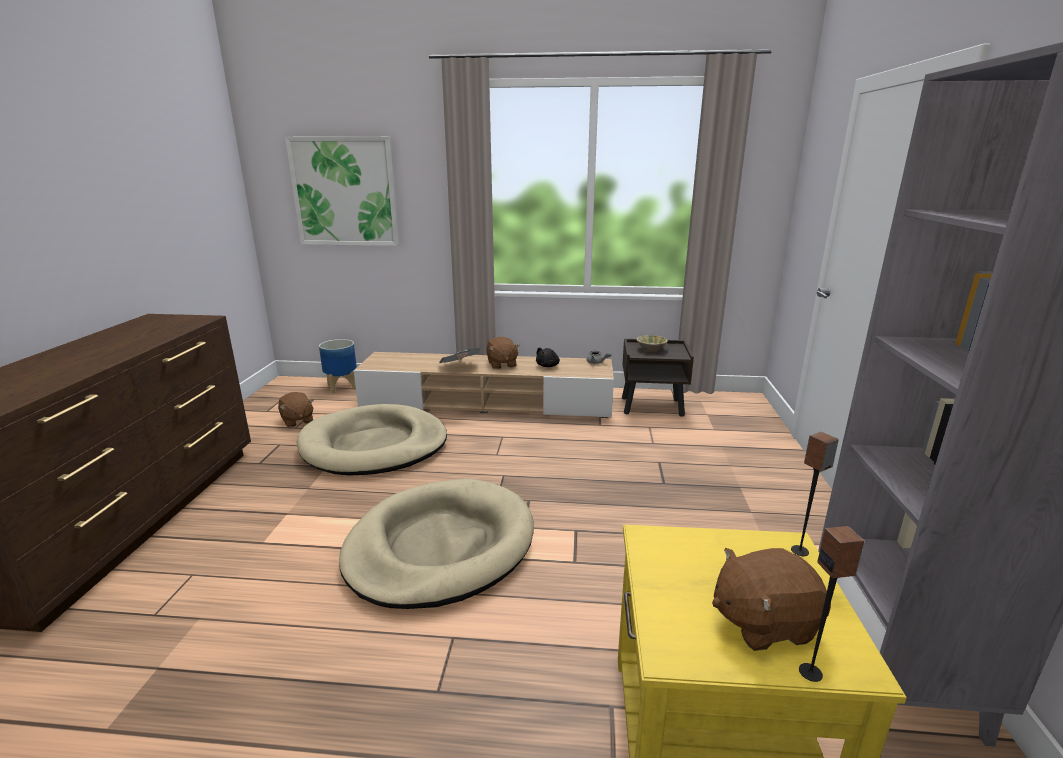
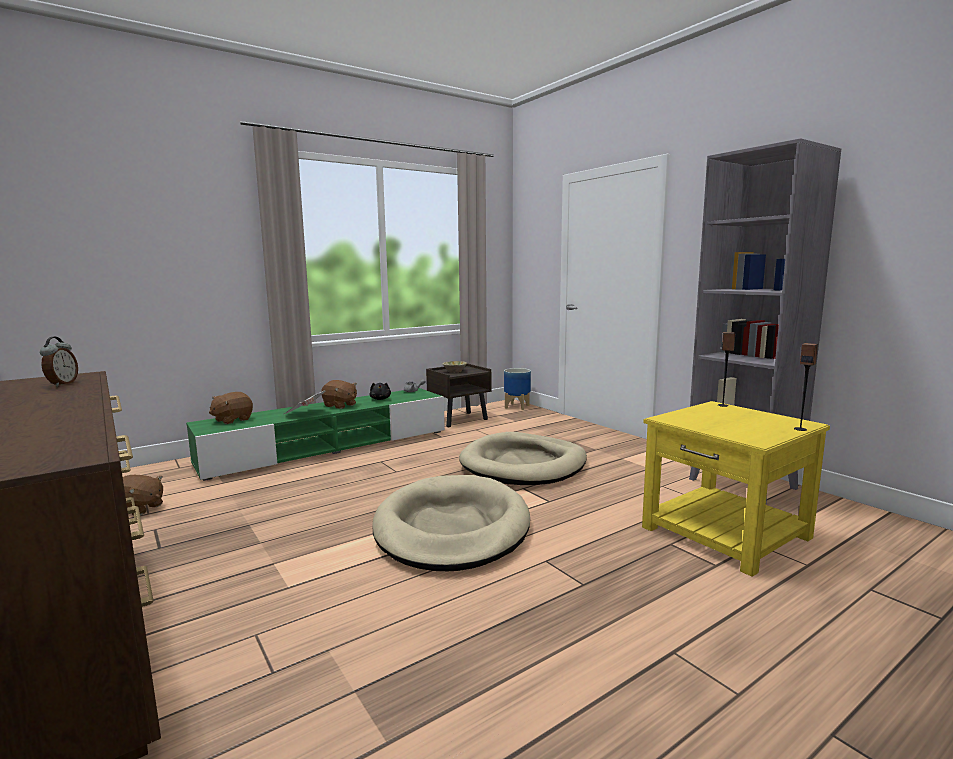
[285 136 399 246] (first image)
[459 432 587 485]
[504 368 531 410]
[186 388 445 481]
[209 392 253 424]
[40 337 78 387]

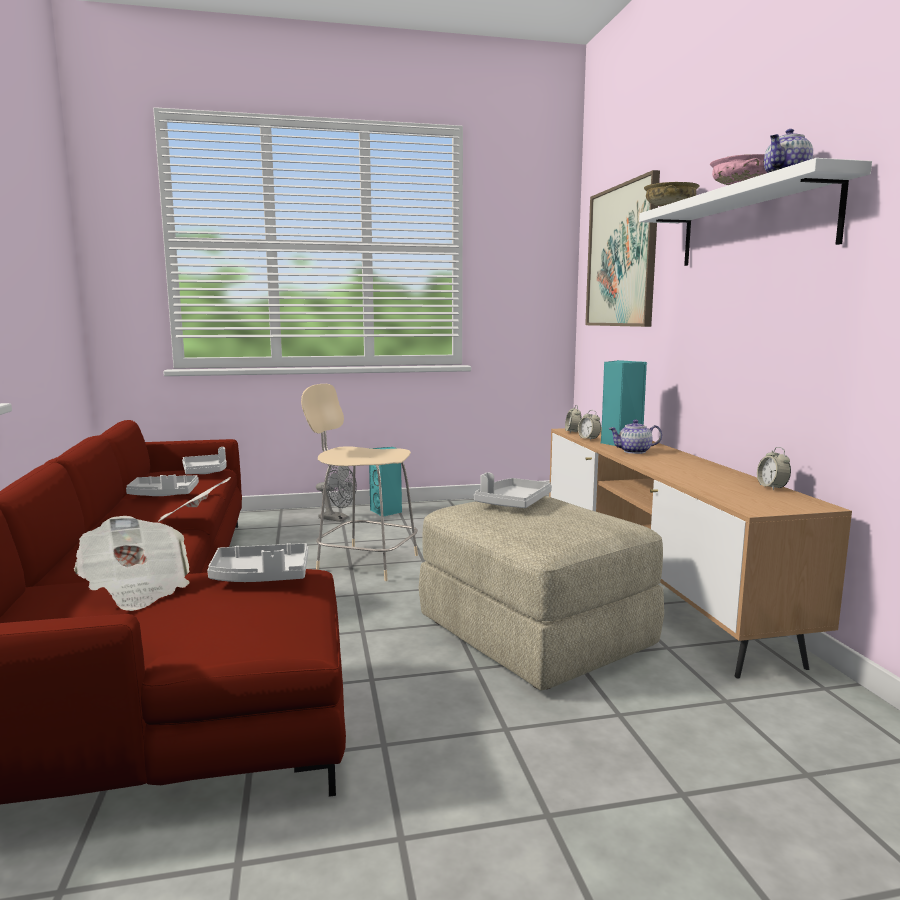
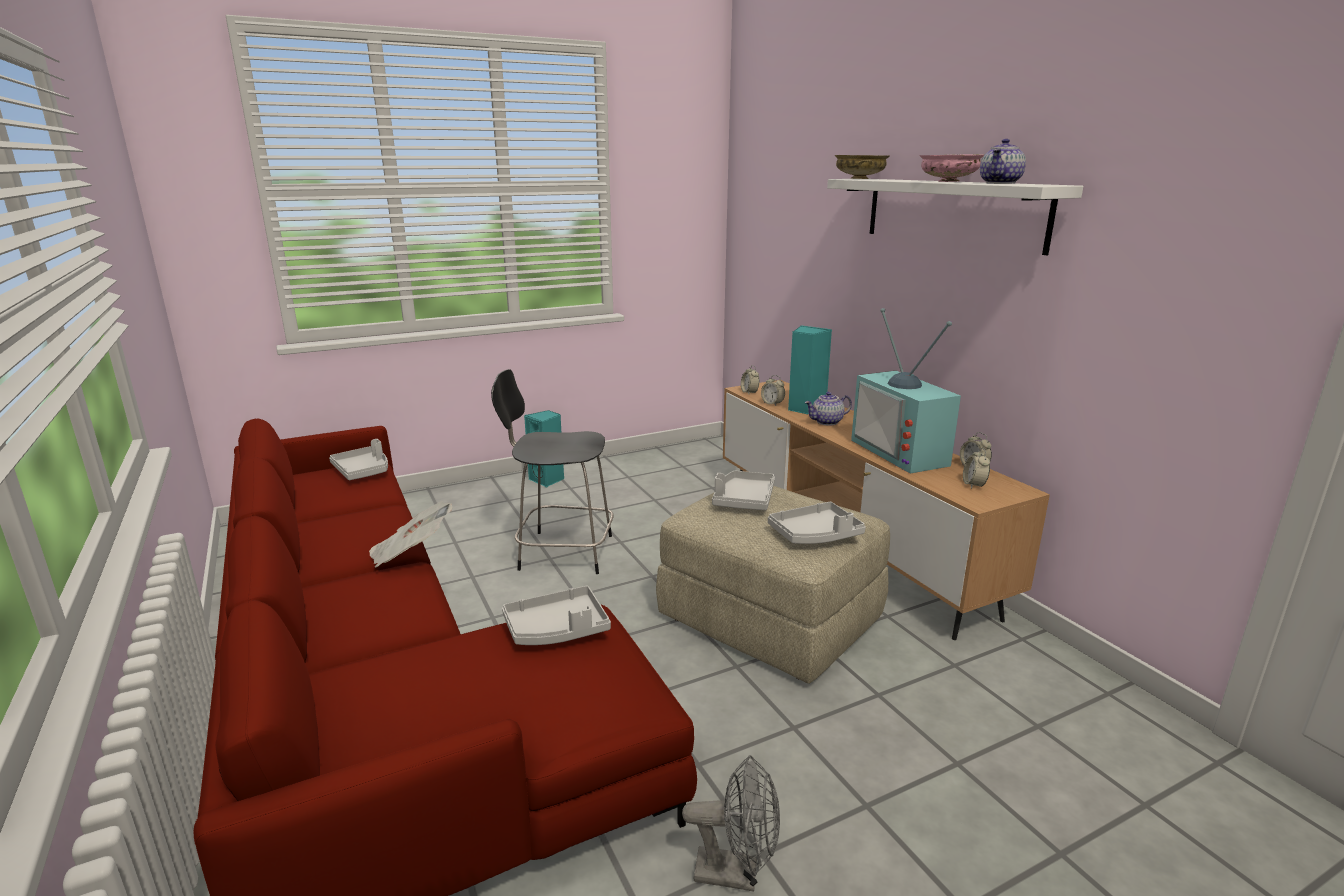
[74 516 190 611] (first image)
[768 502 866 544]
[491 369 614 574]
[682 755 780 892]
[585 170 660 327] (first image)
[851 308 961 474]
[963 448 990 489]

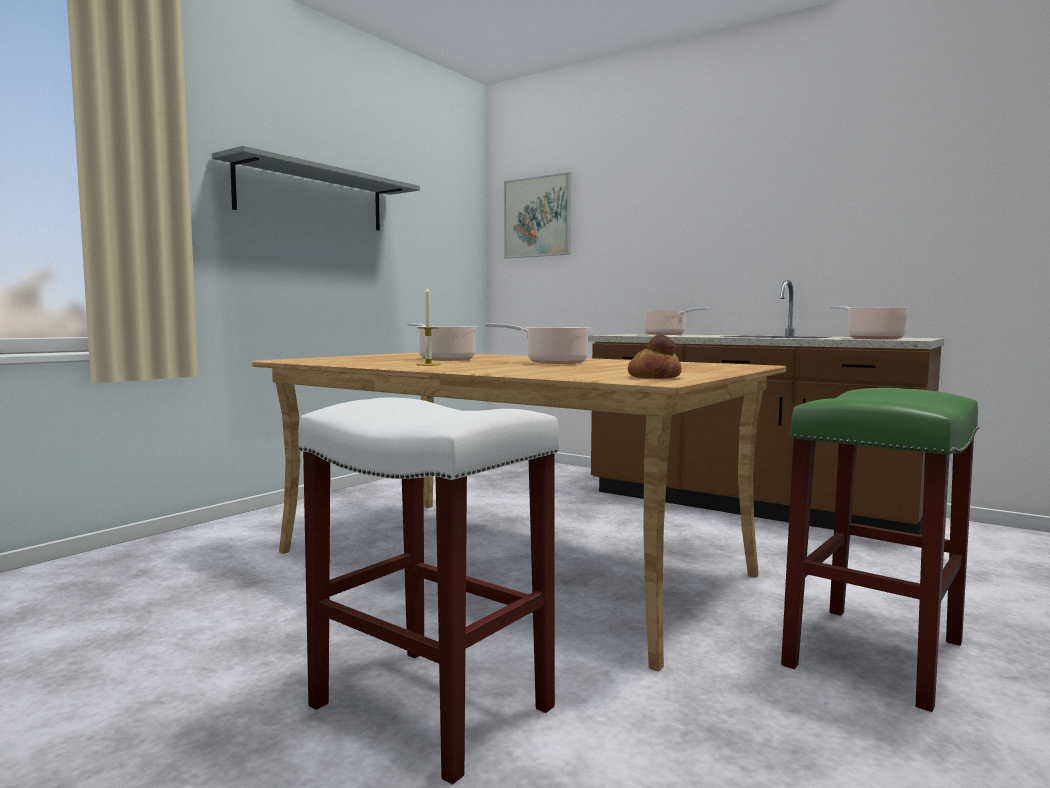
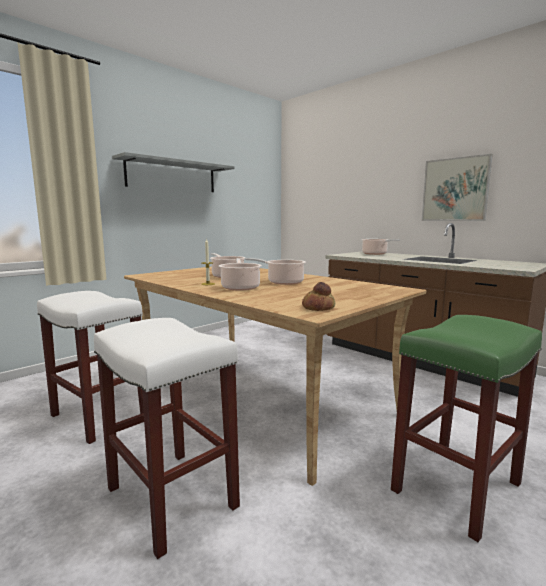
[422 154 493 221]
[219 258 262 291]
[37 291 144 444]

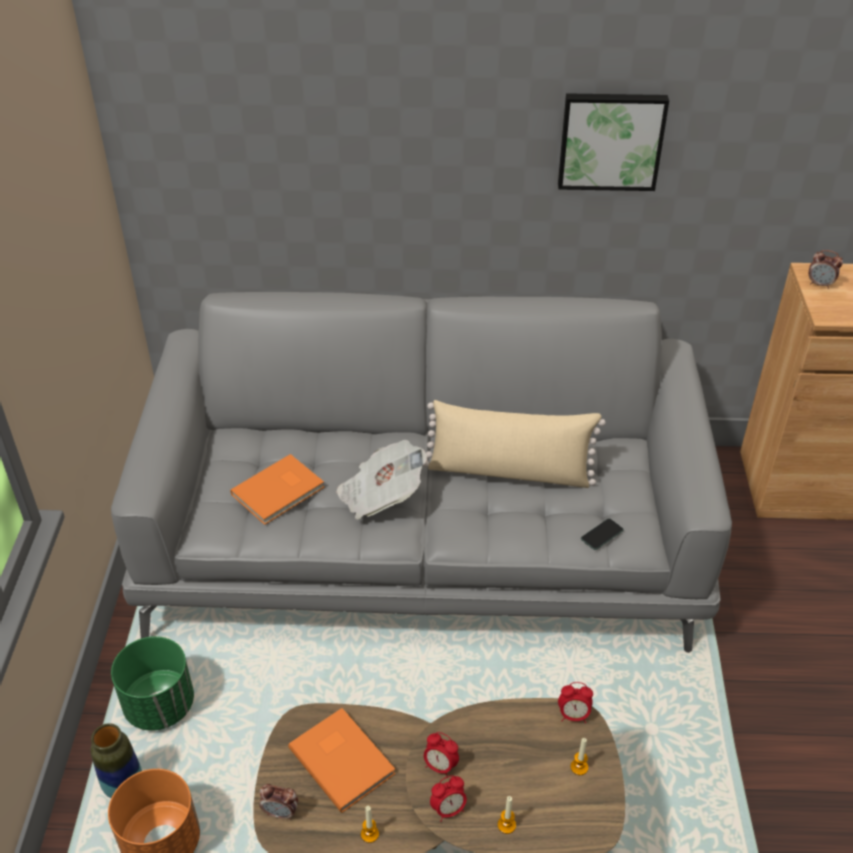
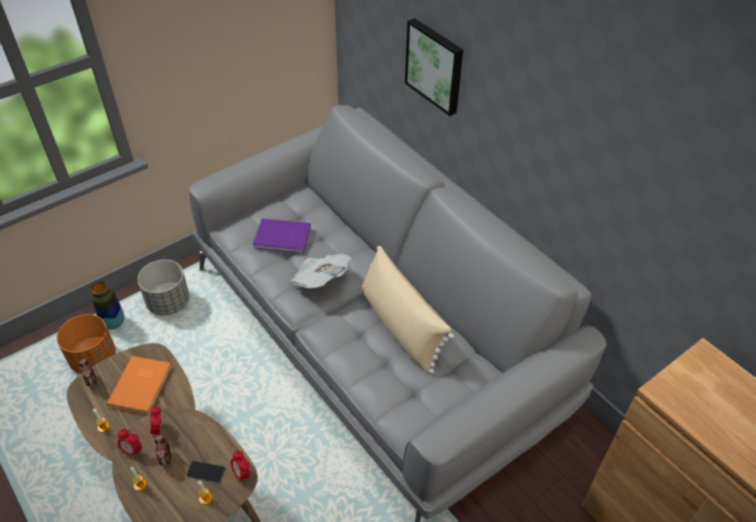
[138 260 189 316]
[253 218 311 253]
[405 18 463 116]
[187 461 225 483]
[155 435 171 467]

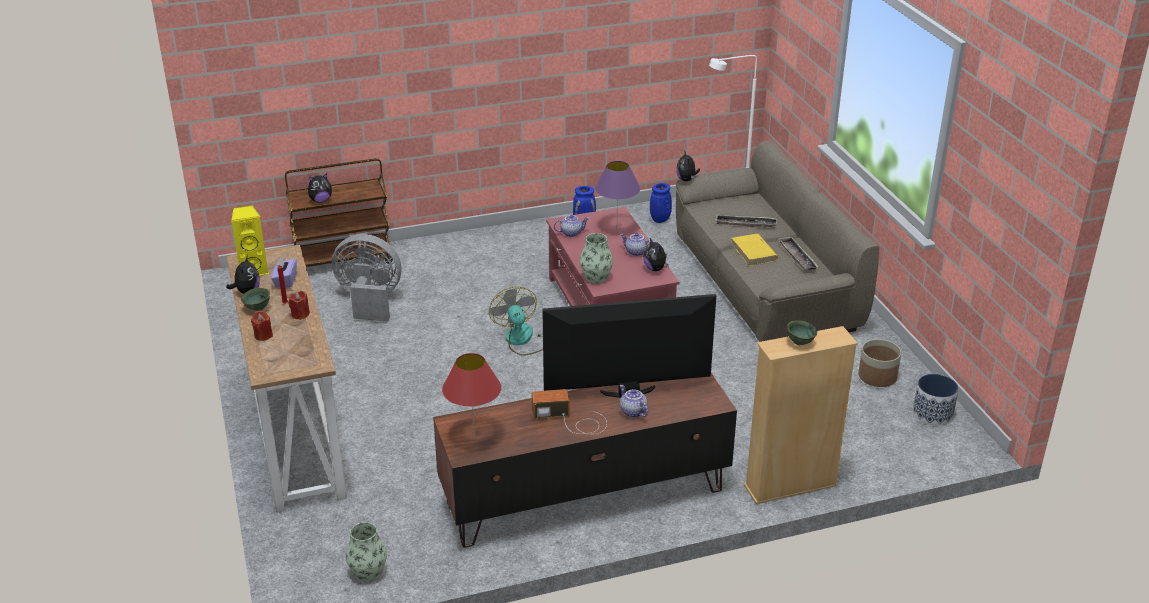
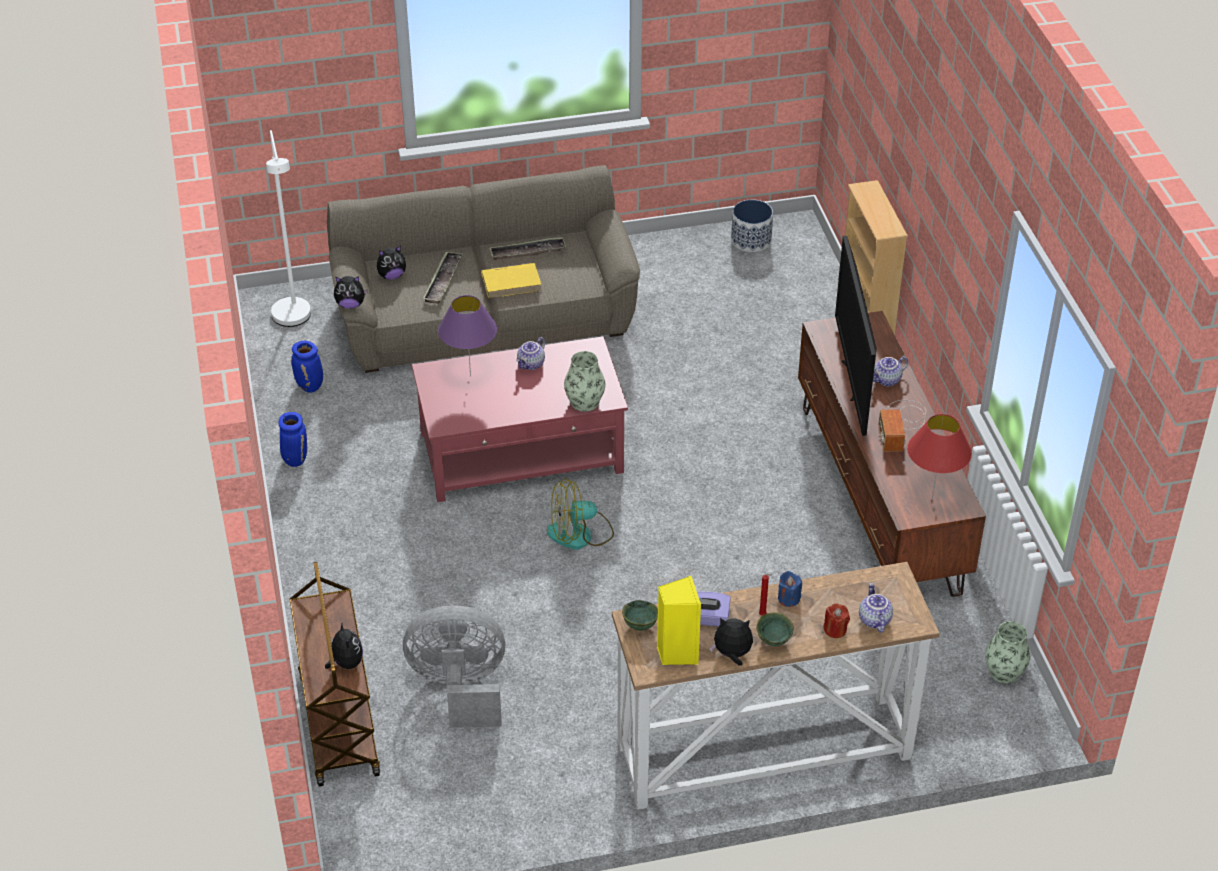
[778 571 802 607]
[403 605 505 728]
[859 583 893 633]
[377 245 406 280]
[622 600 658 631]
[858 339 901 387] (first image)

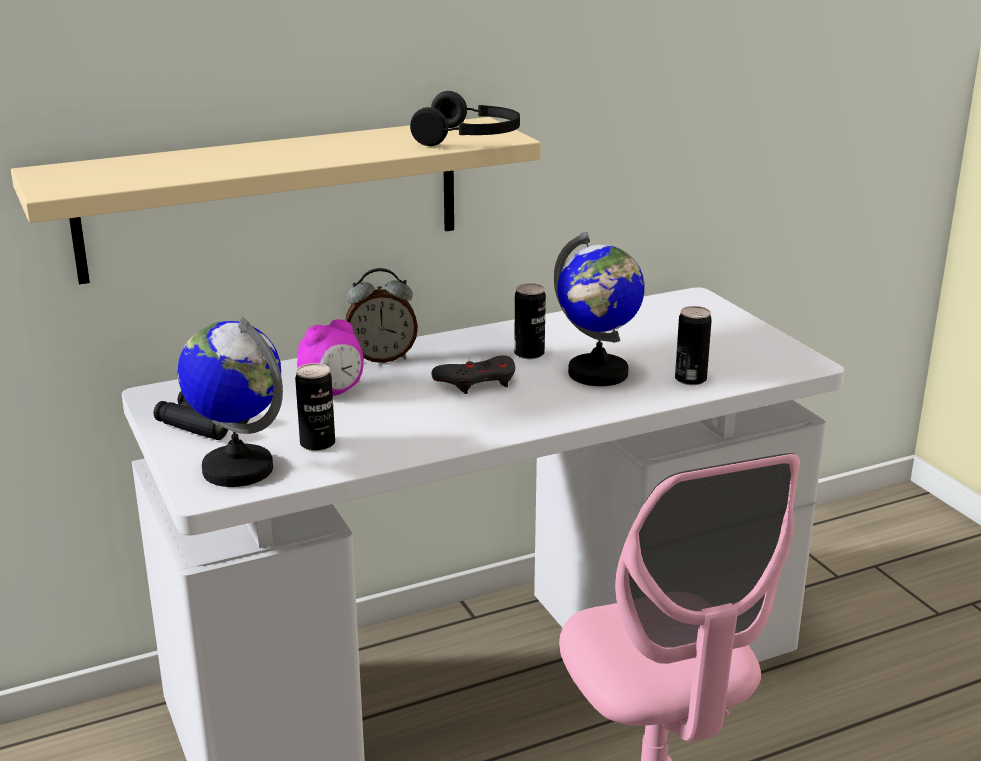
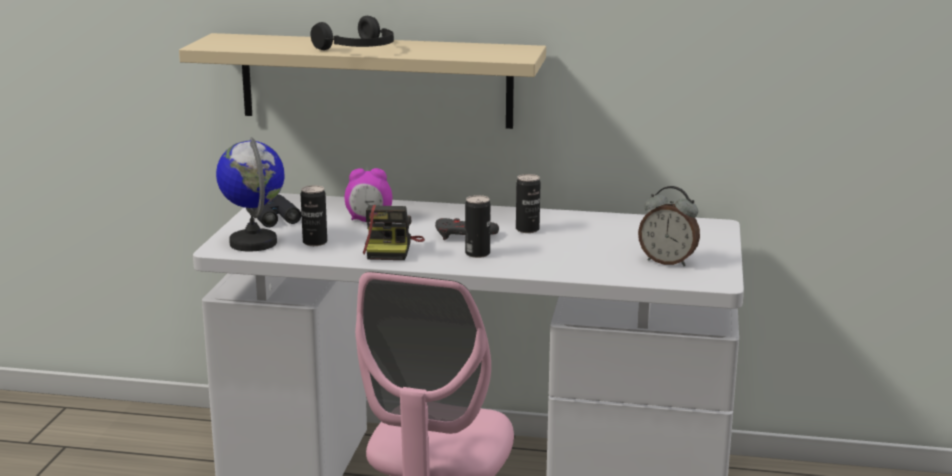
[638 186 700 266]
[311 16 394 50]
[554 232 645 386] (first image)
[465 195 491 258]
[363 205 425 260]

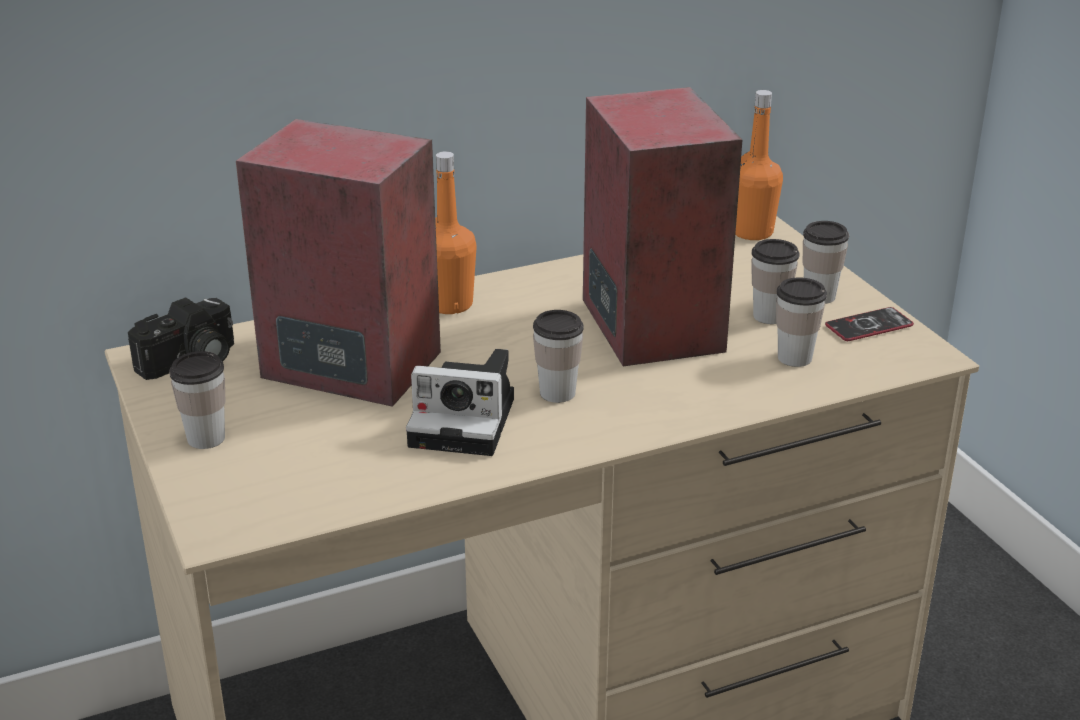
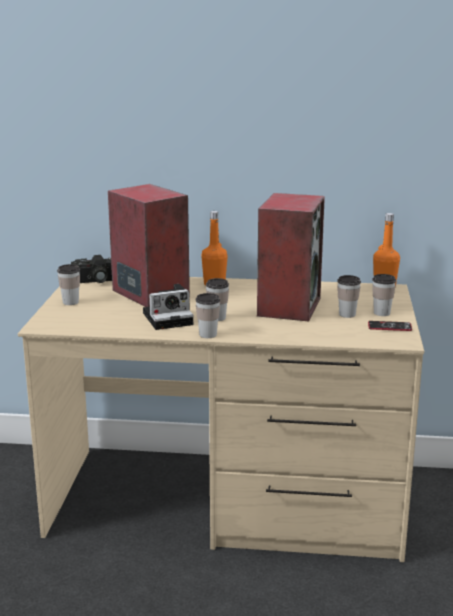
[143 284 194 330]
[196 293 220 338]

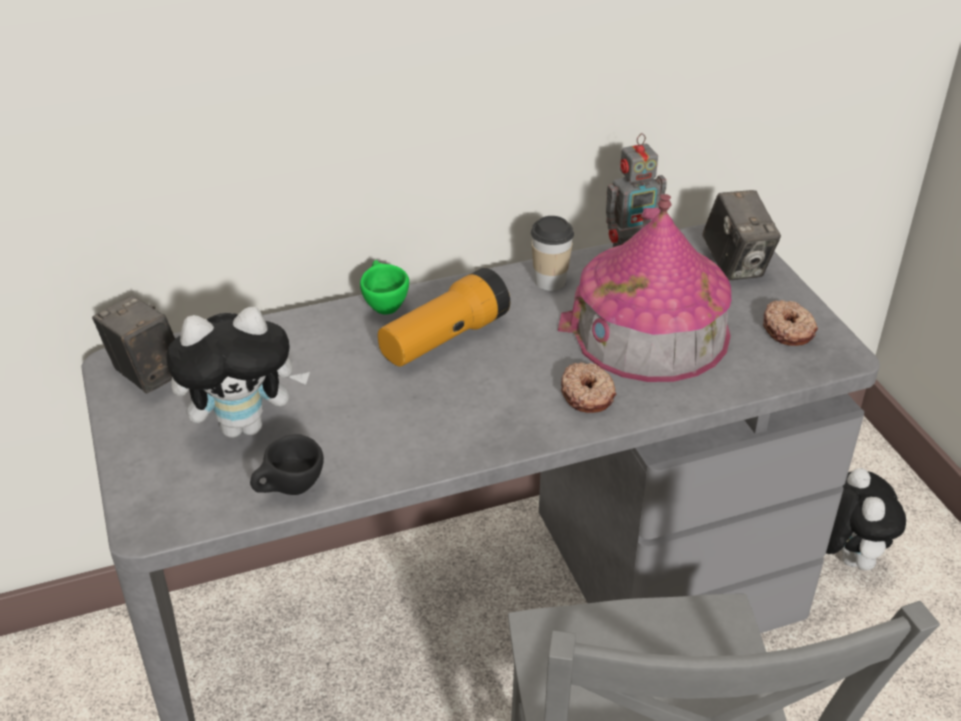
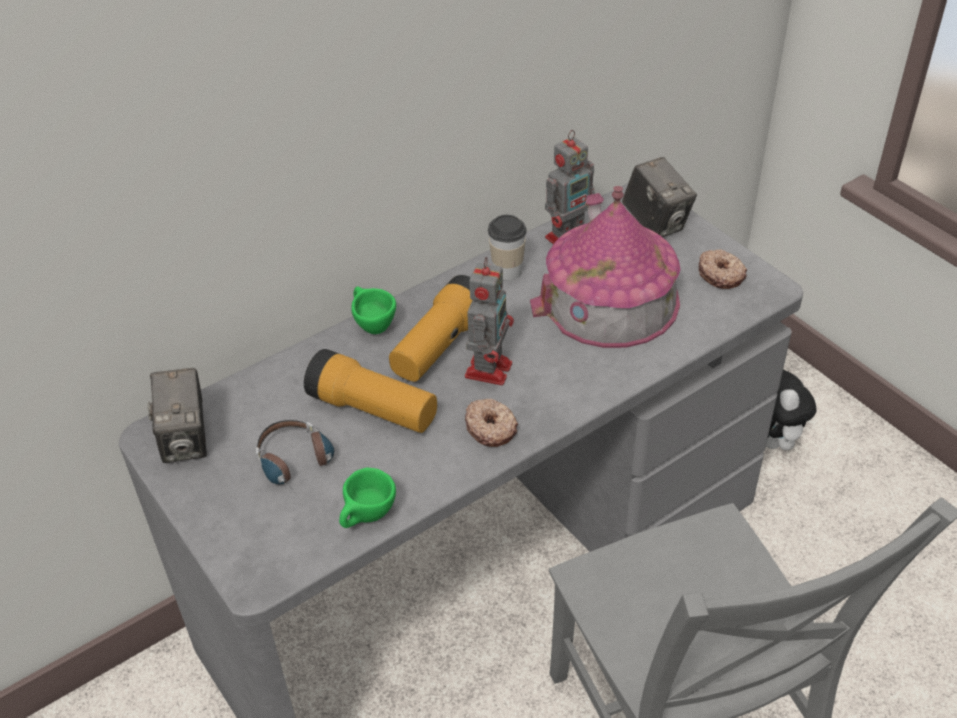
[147 368 207 463]
[256 420 334 501]
[339 468 396 528]
[465 399 518 447]
[304 349 437 433]
[465 257 514 385]

